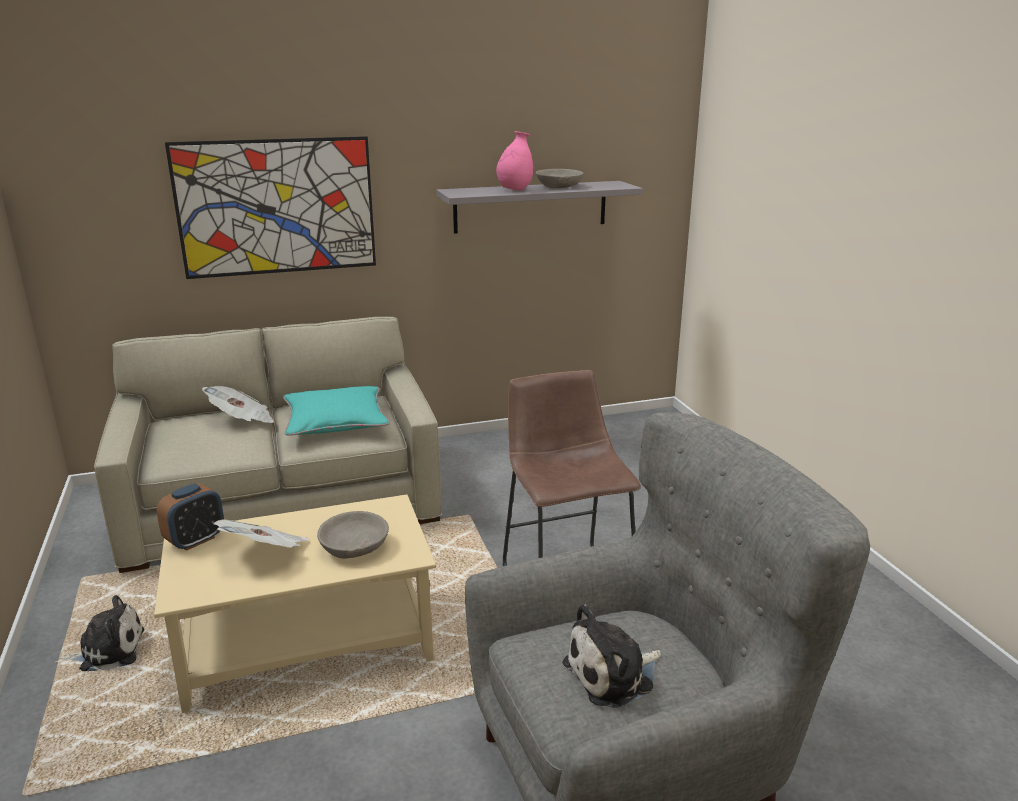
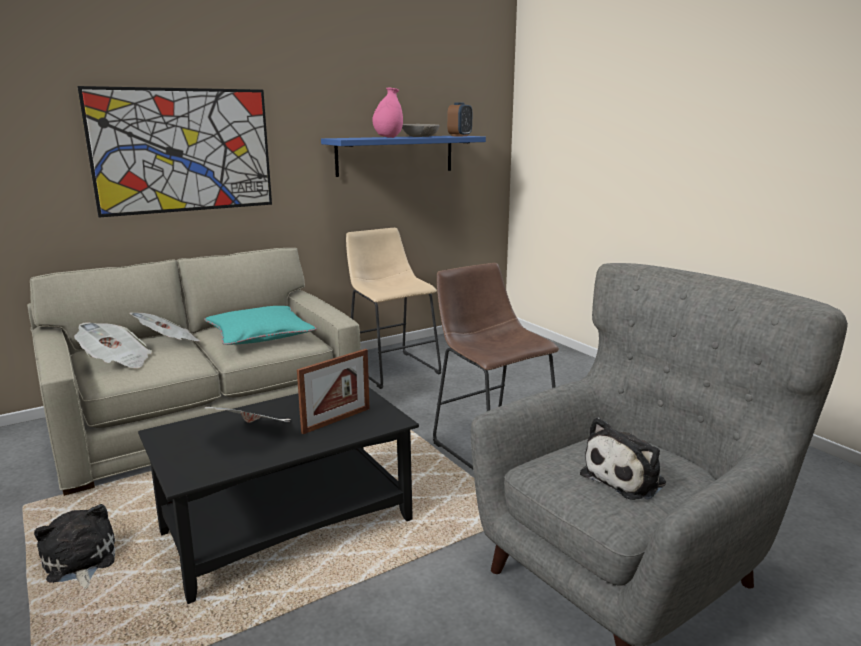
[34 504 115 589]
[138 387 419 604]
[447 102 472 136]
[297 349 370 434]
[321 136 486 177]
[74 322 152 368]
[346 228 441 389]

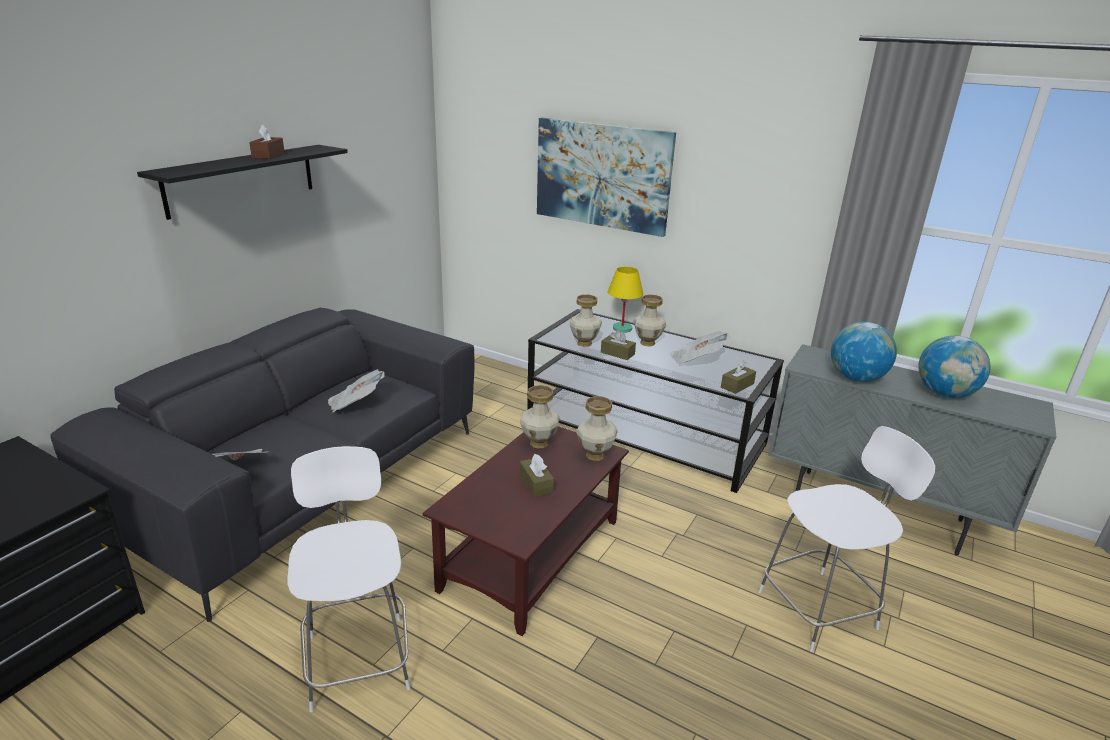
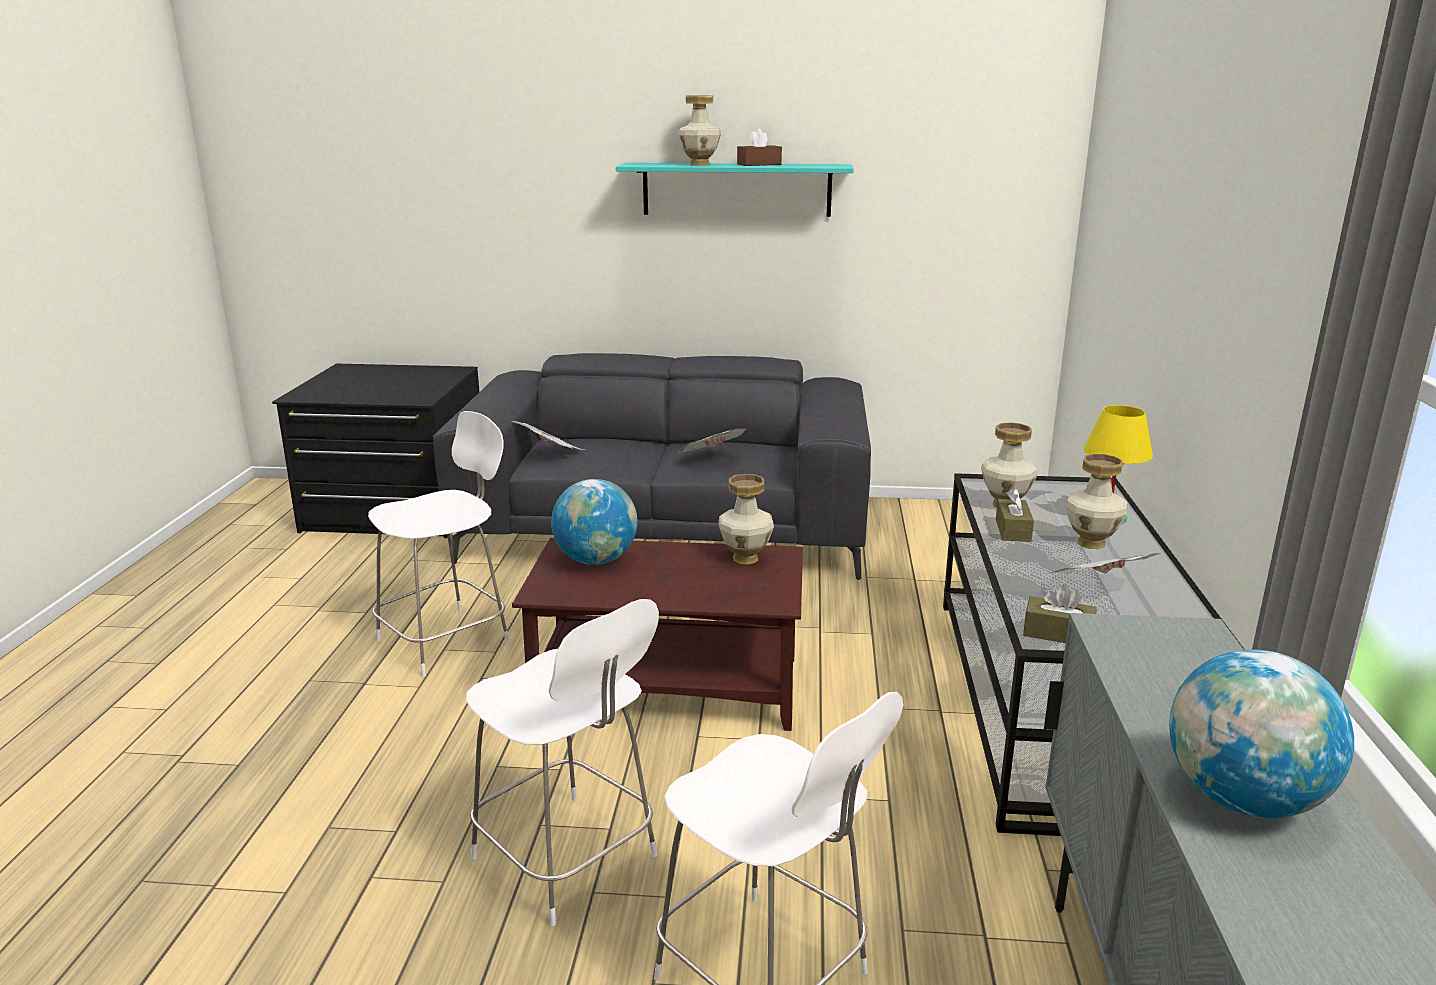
[616 163 854 217]
[520 454 554 497] (first image)
[537 118 676 237] (first image)
[678 95 721 166]
[551 479 638 565]
[466 599 659 926]

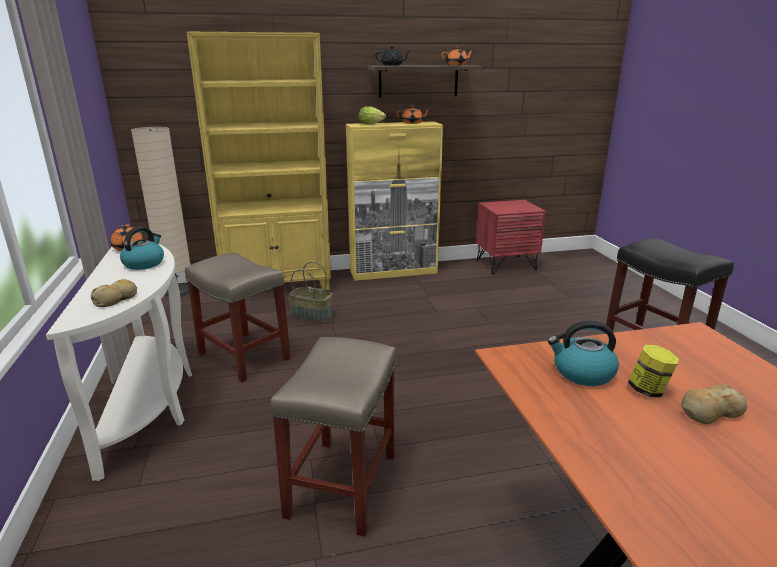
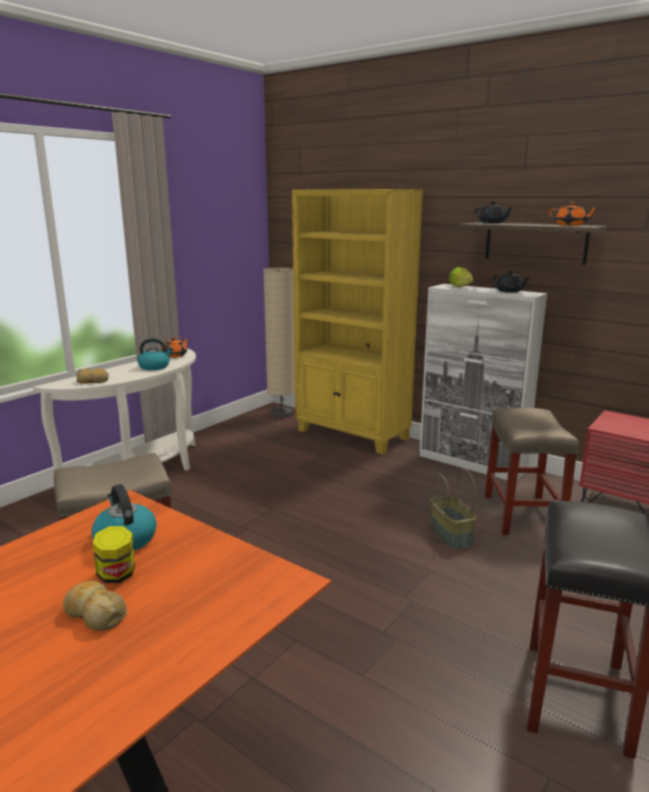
[485 407 579 535]
[430 469 476 550]
[419 284 548 480]
[493 271 531 293]

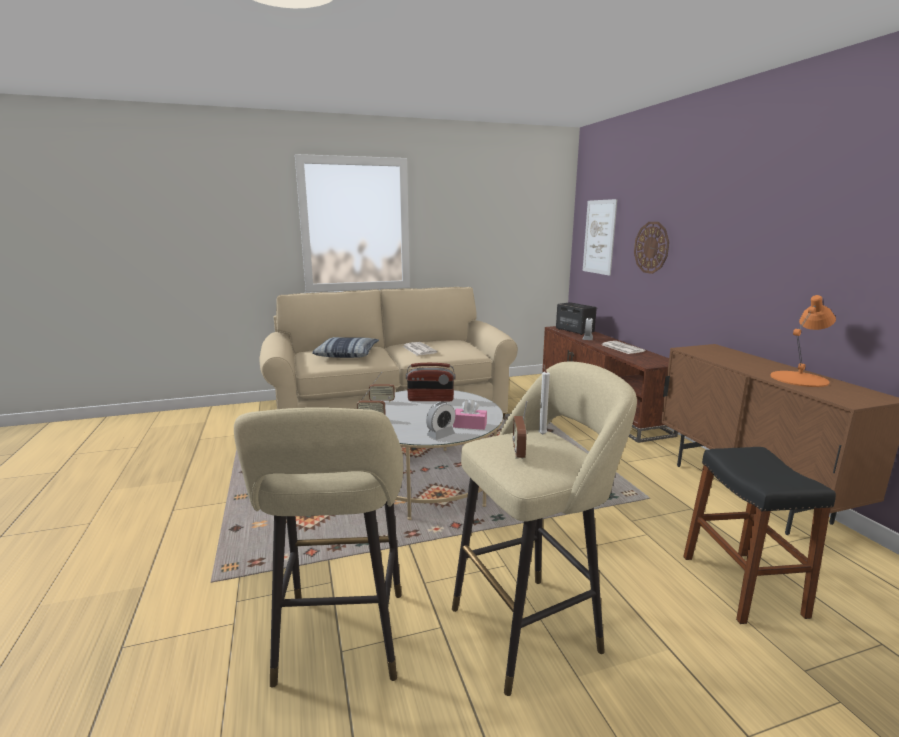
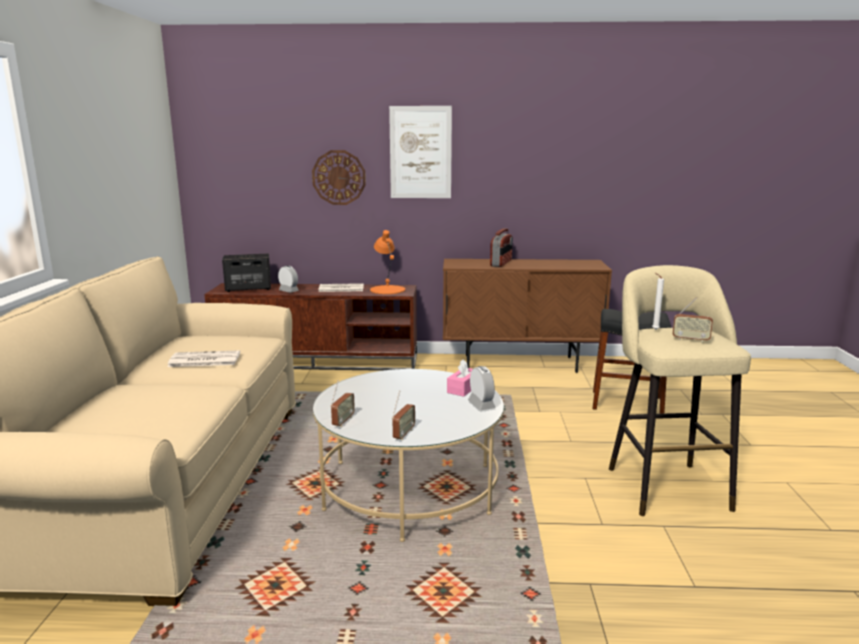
[234 407 403 688] (first image)
[312 337 379 358] (first image)
[490 228 513 267]
[389 106 452 198]
[370 230 405 294]

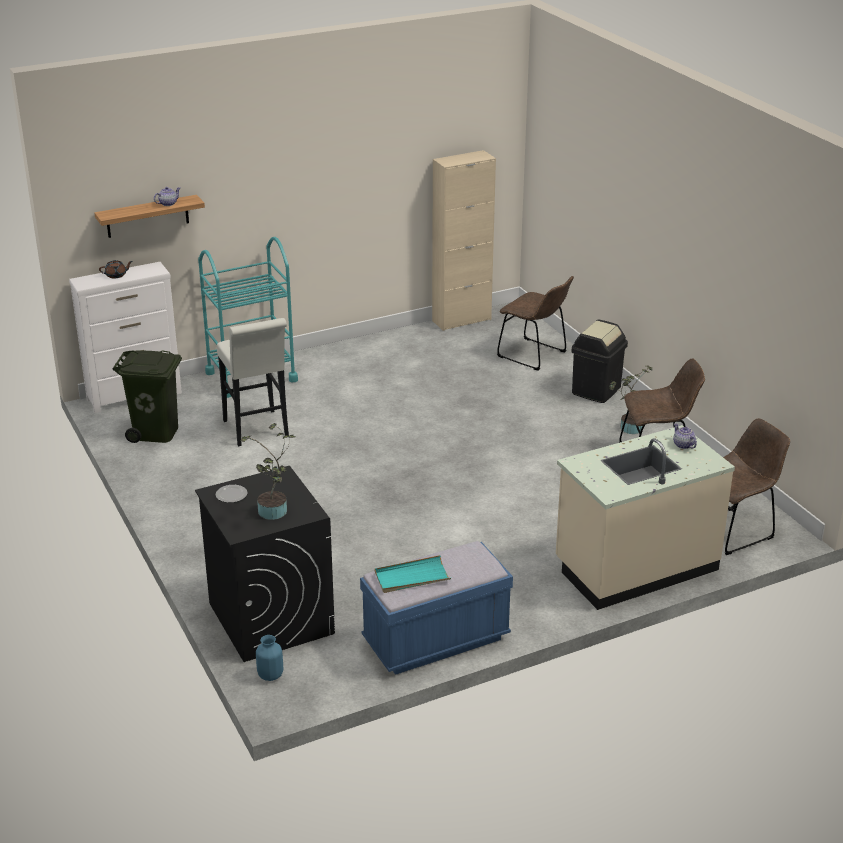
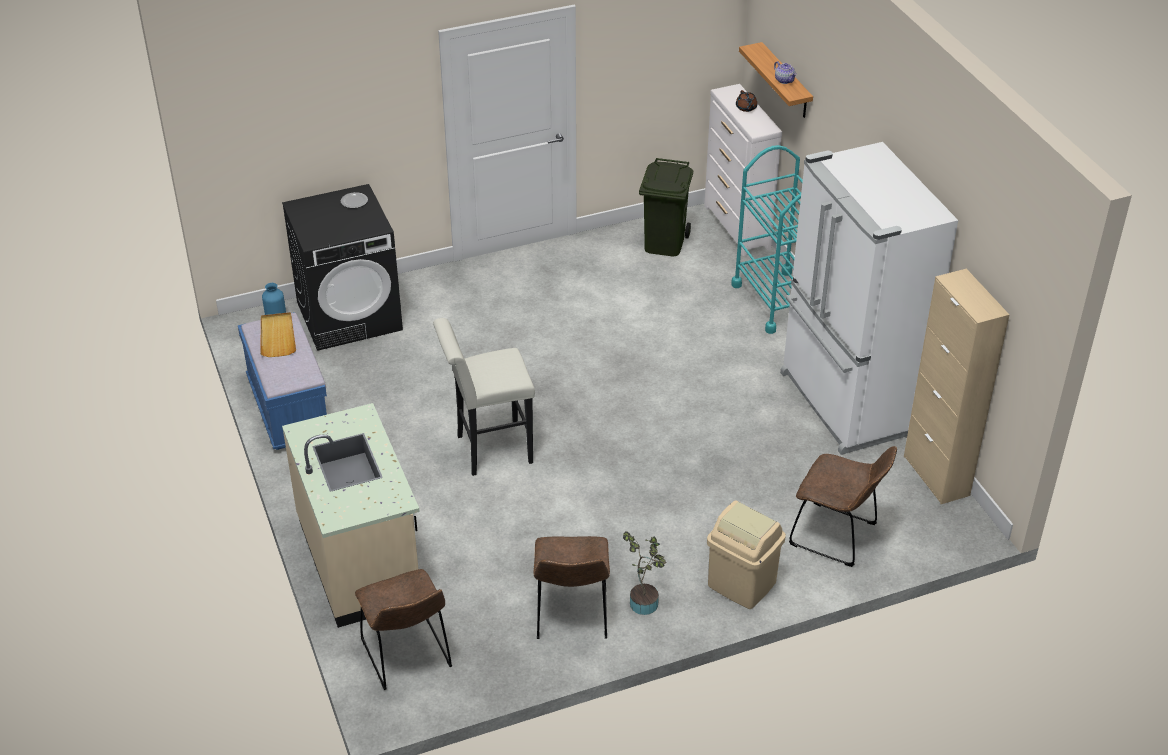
[433 318 535 476]
[241 423 295 520] (first image)
[260 312 296 357]
[789 446 897 567]
[707 501 786 609]
[673 423 697 449] (first image)
[780 142 958 455]

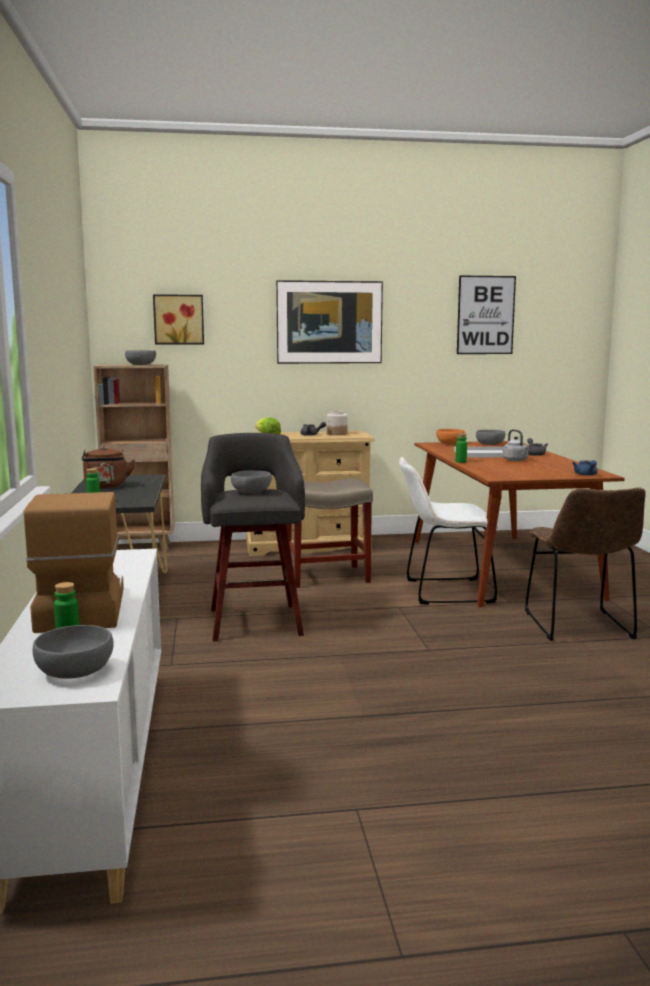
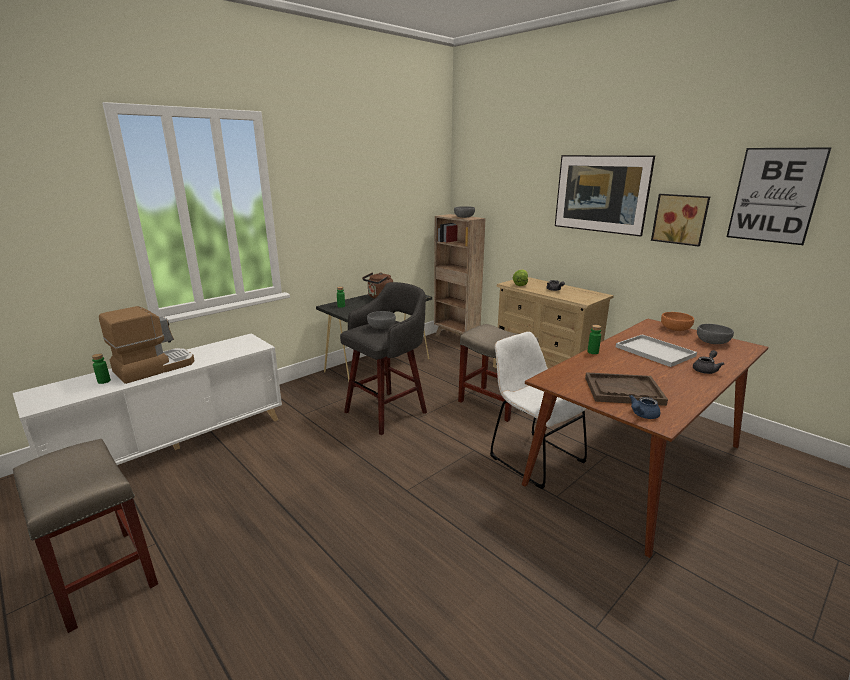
[33 625 113 679] (first image)
[651 194 710 247]
[327 411 348 435] (first image)
[503 429 529 461] (first image)
[525 488 646 641] (first image)
[13 439 158 633]
[585 372 668 406]

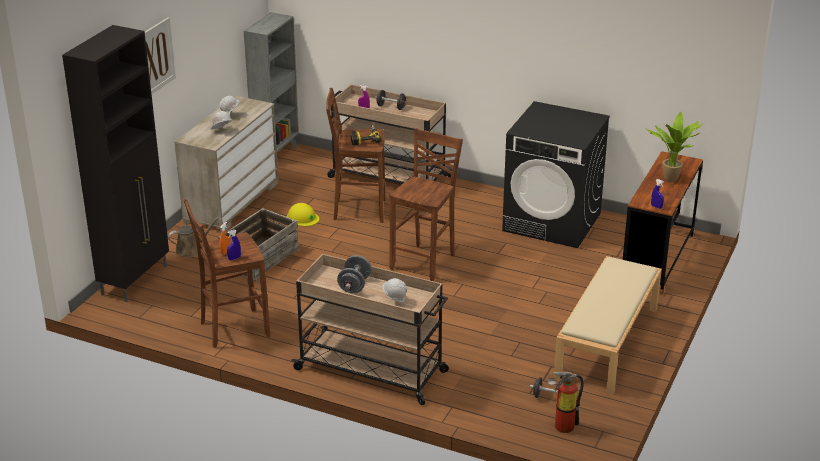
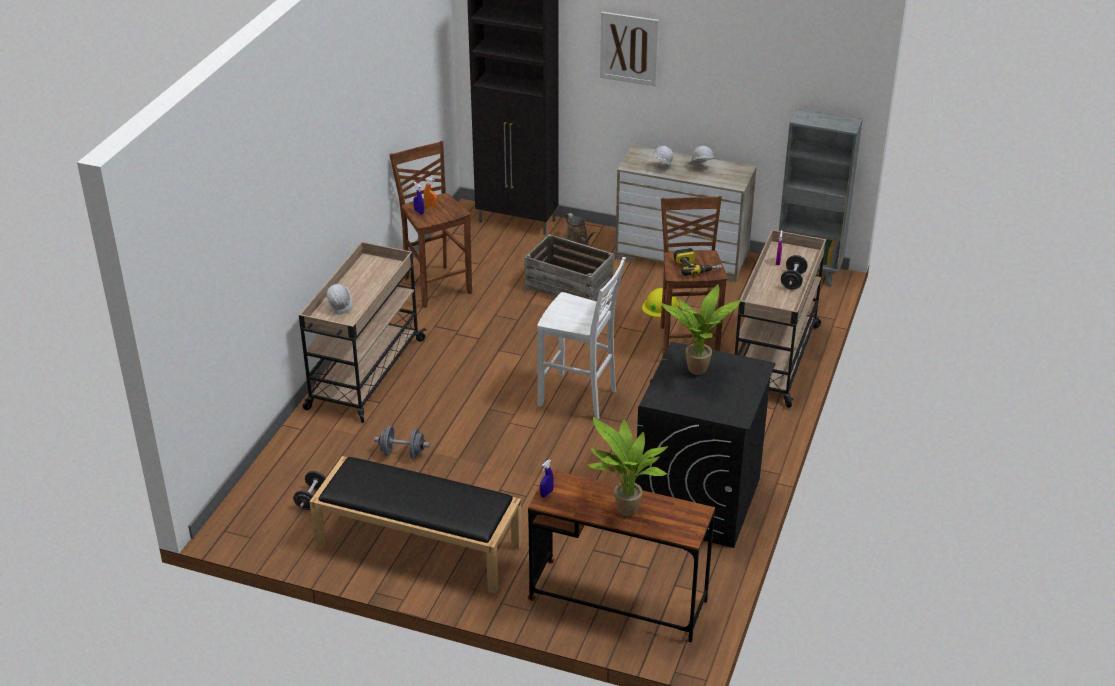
[374 426 430 459]
[537 257 626 420]
[548 369 584 433] (first image)
[309 456 522 594]
[661 284 741 375]

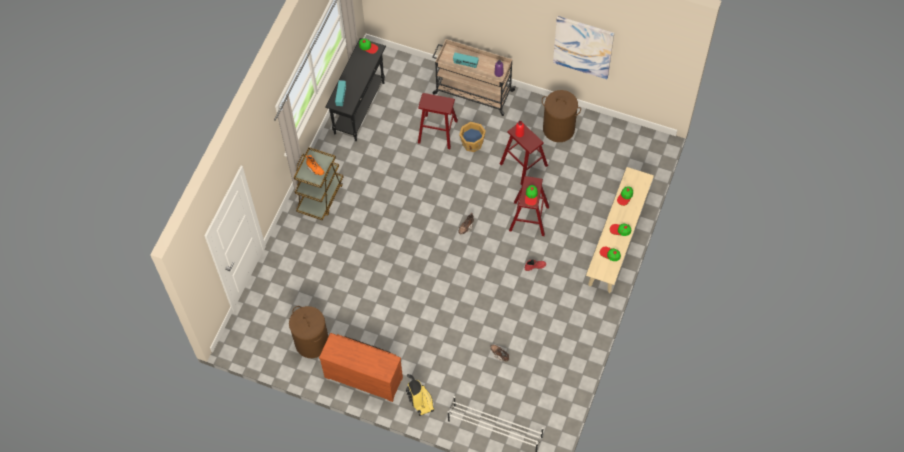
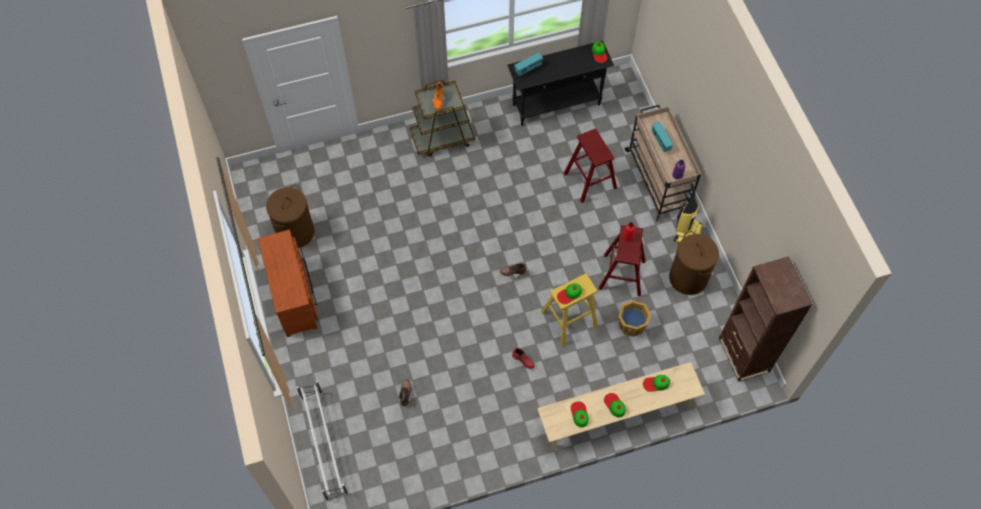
[674 183 703 244]
[618 300 651 337]
[541 274 598 346]
[553 16 614 79] (first image)
[719 256 813 382]

